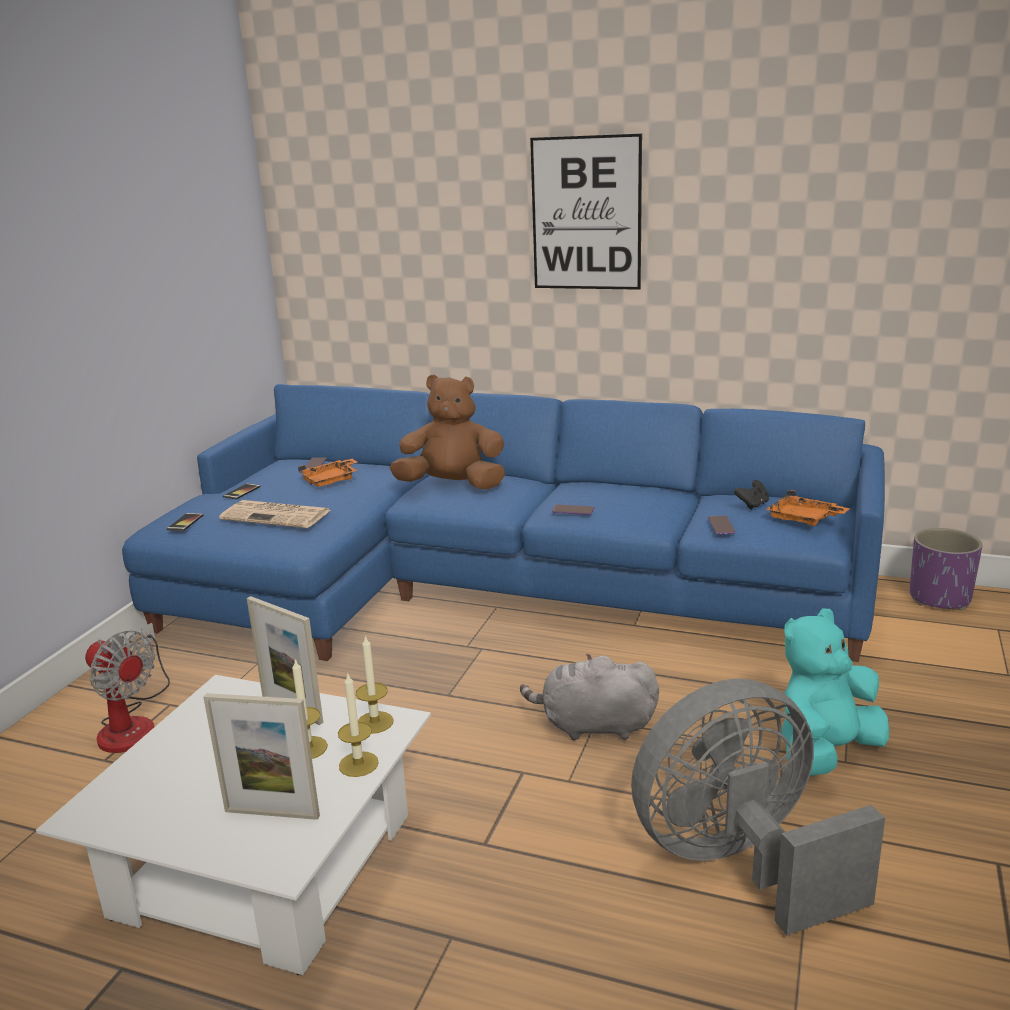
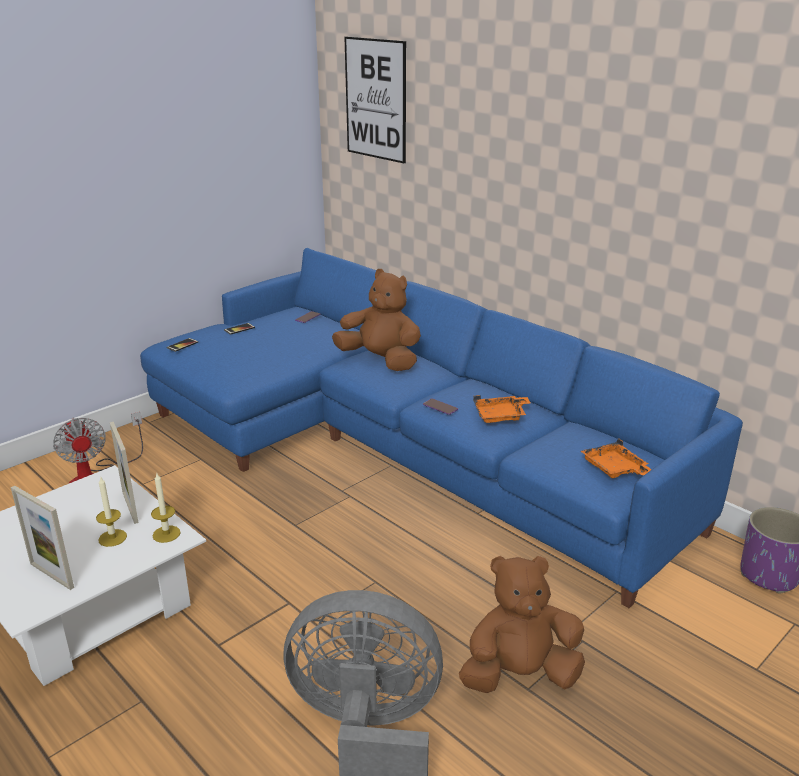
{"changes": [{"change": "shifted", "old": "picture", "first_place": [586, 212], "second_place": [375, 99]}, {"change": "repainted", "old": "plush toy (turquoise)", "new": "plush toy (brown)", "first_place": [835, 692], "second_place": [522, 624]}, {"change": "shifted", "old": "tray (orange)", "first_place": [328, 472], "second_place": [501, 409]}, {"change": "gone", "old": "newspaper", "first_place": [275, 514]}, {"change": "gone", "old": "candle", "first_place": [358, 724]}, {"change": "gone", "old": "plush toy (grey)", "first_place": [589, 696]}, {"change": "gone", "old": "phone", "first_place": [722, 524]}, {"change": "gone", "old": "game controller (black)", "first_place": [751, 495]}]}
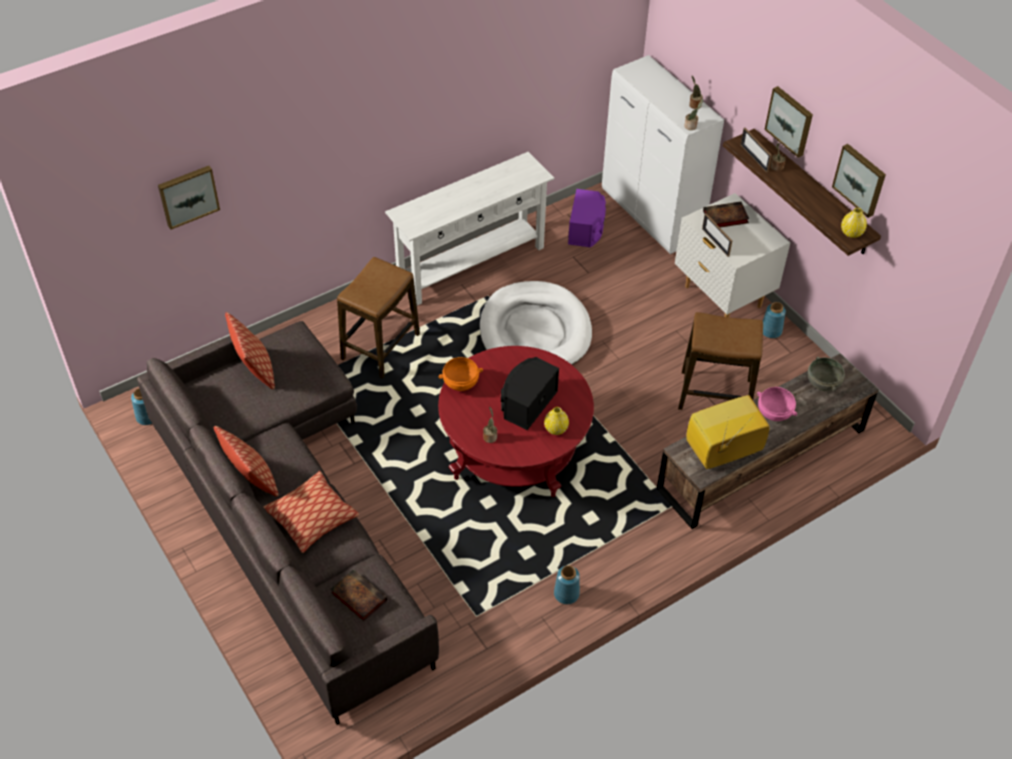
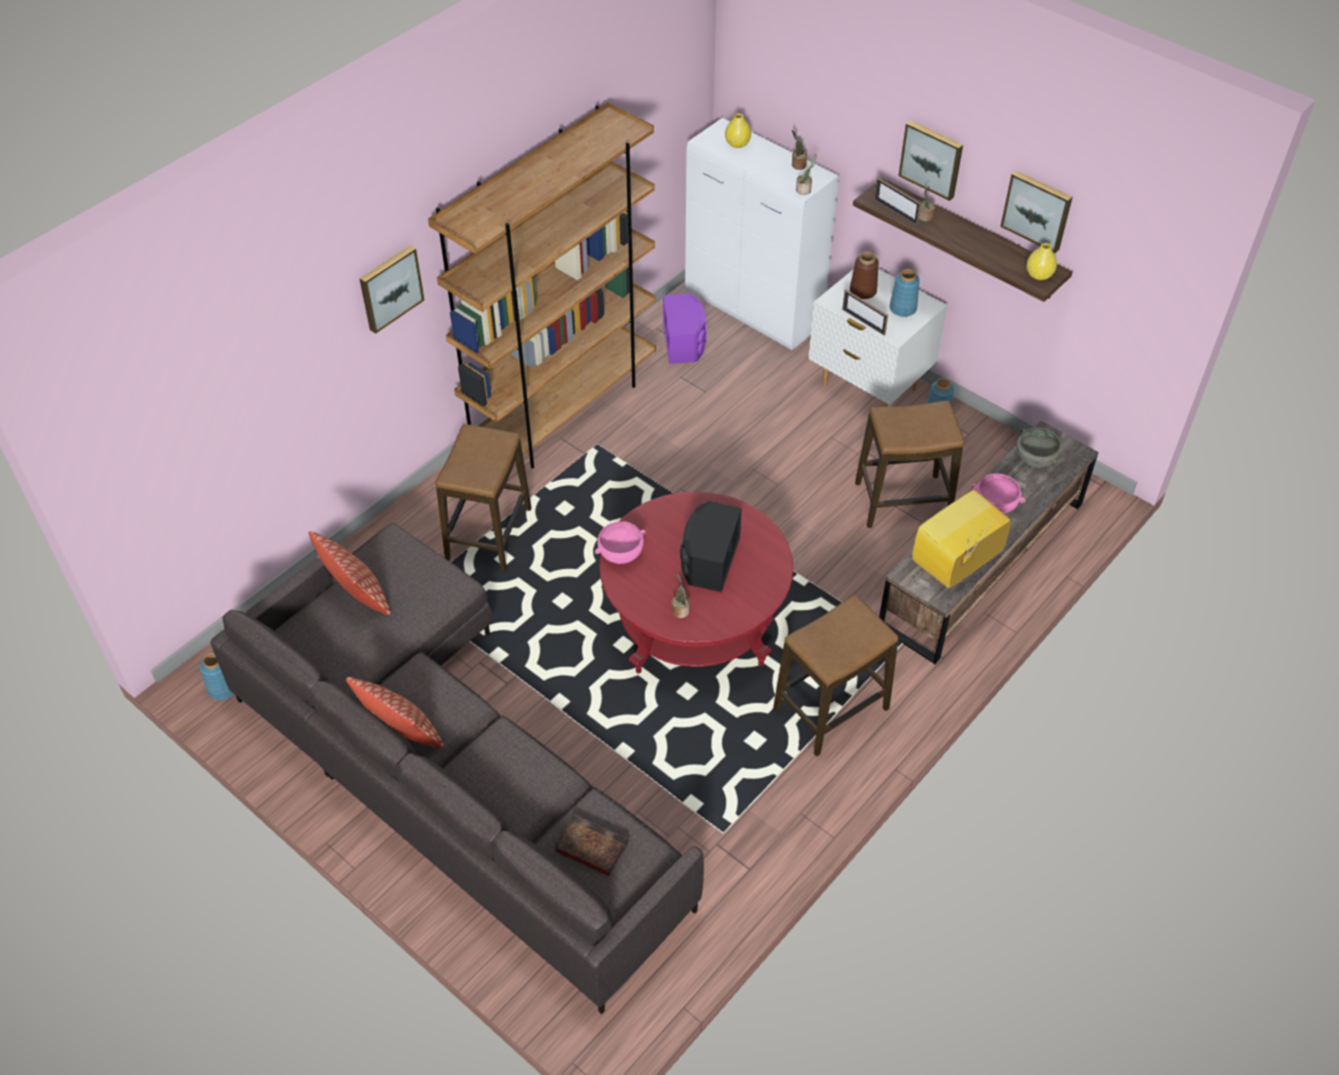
{"changes": [{"change": "shifted", "old": "picture", "first_place": [189, 198], "second_place": [391, 289]}, {"change": "swapped", "old": "console table (white)", "new": "bookcase (brown)", "first_place": [469, 228], "second_place": [542, 285]}, {"change": "repainted", "old": "bowl (orange)", "new": "bowl (pink)", "first_place": [460, 374], "second_place": [620, 542]}, {"change": "shifted", "old": "vase (yellow)", "first_place": [556, 421], "second_place": [738, 130]}, {"change": "new", "new": "stool", "second_place": [835, 676]}, {"change": "swapped", "old": "book", "new": "vase (brown)", "first_place": [726, 214], "second_place": [864, 275]}, {"change": "shifted", "old": "vase (blue)", "first_place": [567, 584], "second_place": [905, 293]}, {"change": "gone", "old": "pillow", "first_place": [311, 512]}, {"change": "gone", "old": "dog bed (white)", "first_place": [536, 323]}]}
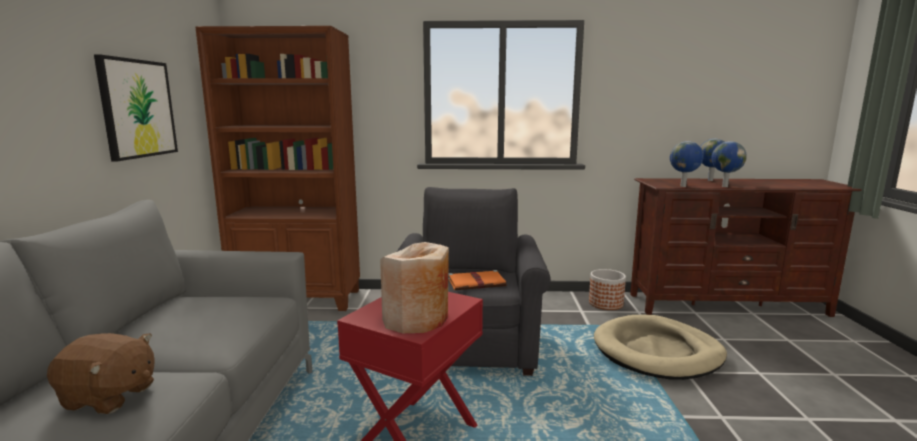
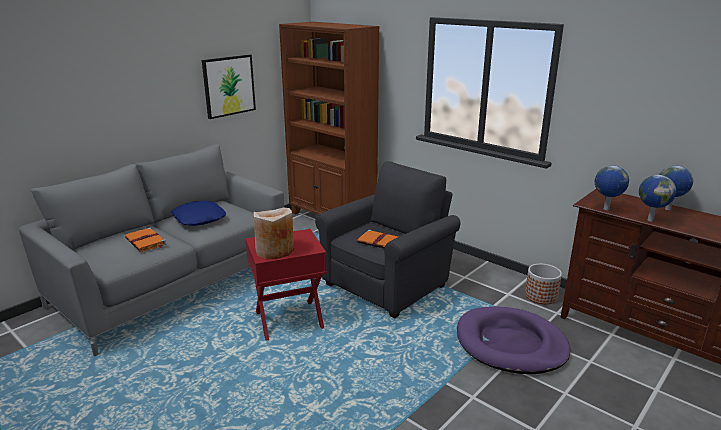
{"changes": [{"change": "swapped", "old": "plush toy (brown)", "new": "book (orange)", "first_place": [101, 373], "second_place": [146, 239]}, {"change": "new", "new": "pillow (blue)", "second_place": [198, 213]}, {"change": "repainted", "old": "dog bed (beige)", "new": "dog bed (purple)", "first_place": [660, 347], "second_place": [513, 340]}]}
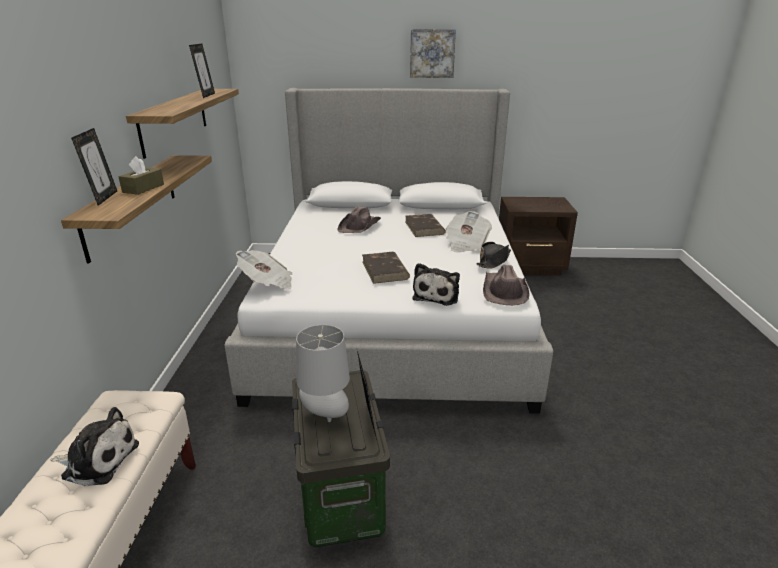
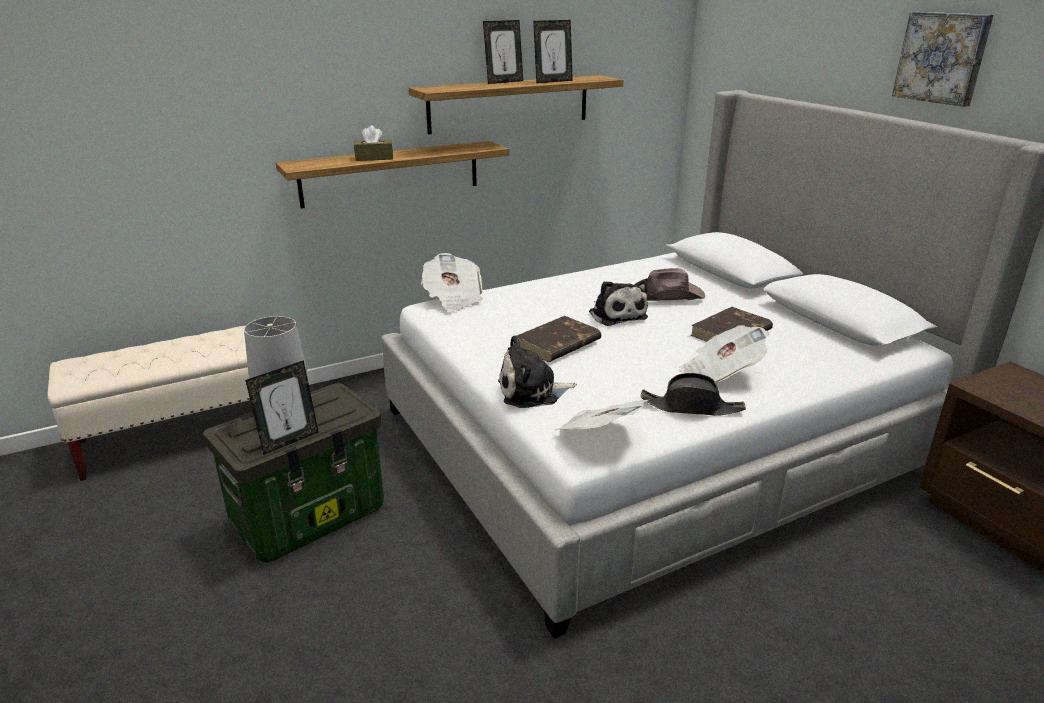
{"changes": [{"change": "shifted", "old": "picture frame", "first_place": [94, 167], "second_place": [503, 52]}, {"change": "swapped", "old": "hat (brown)", "new": "newspaper", "first_place": [506, 285], "second_place": [601, 415]}, {"change": "shifted", "old": "plush toy", "first_place": [95, 446], "second_place": [618, 303]}]}
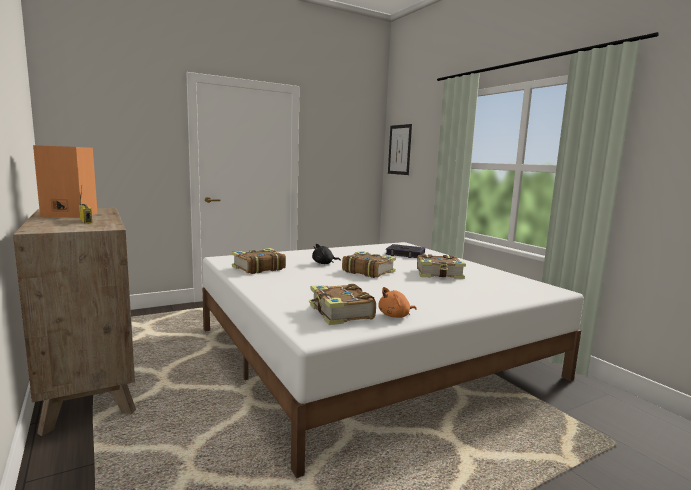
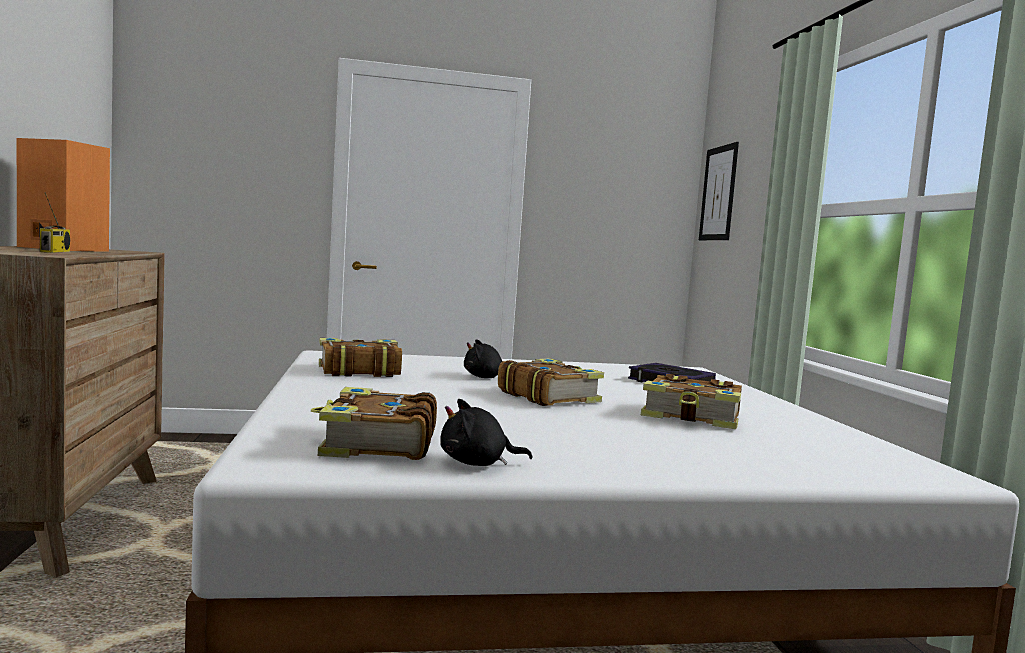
{"changes": [{"change": "repainted", "old": "plush toy (orange)", "new": "plush toy (black)", "first_place": [397, 302], "second_place": [486, 432]}]}
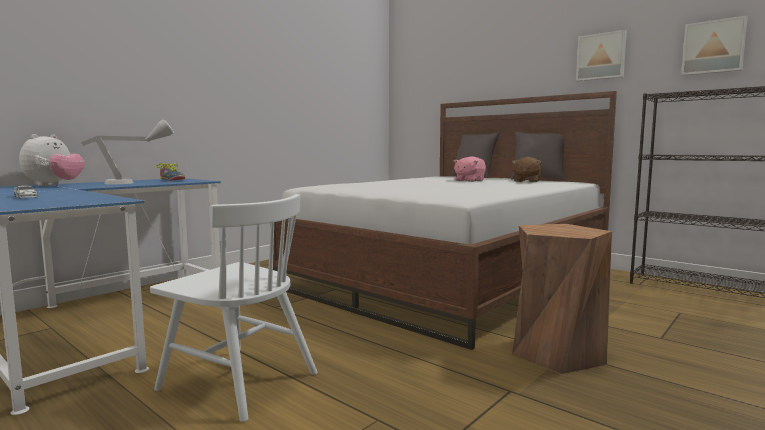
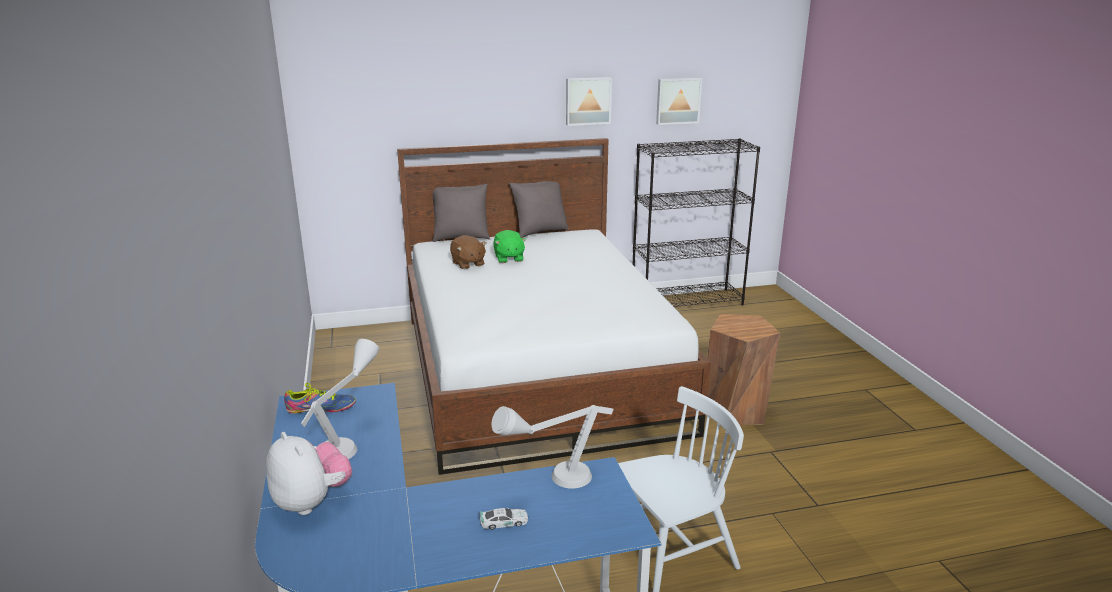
{"changes": [{"change": "shifted", "old": "plush toy (brown)", "first_place": [527, 170], "second_place": [468, 252]}, {"change": "new", "new": "table lamp (grey)", "second_place": [553, 447]}, {"change": "repainted", "old": "plush toy (pink)", "new": "plush toy (green)", "first_place": [470, 169], "second_place": [509, 246]}]}
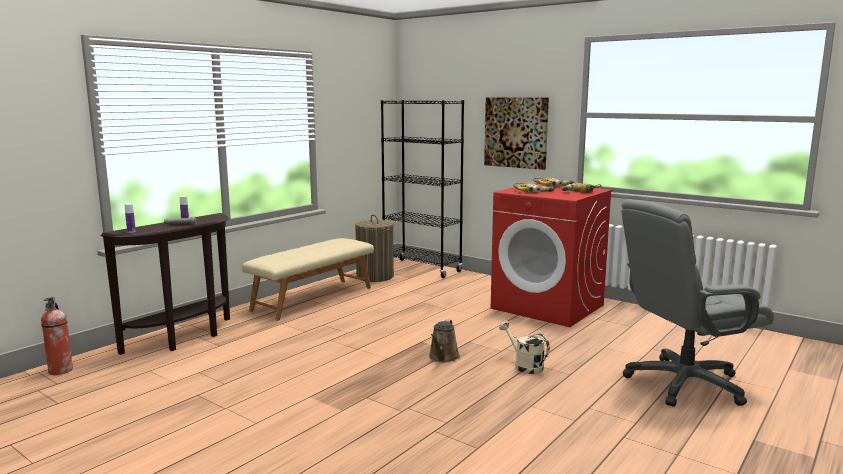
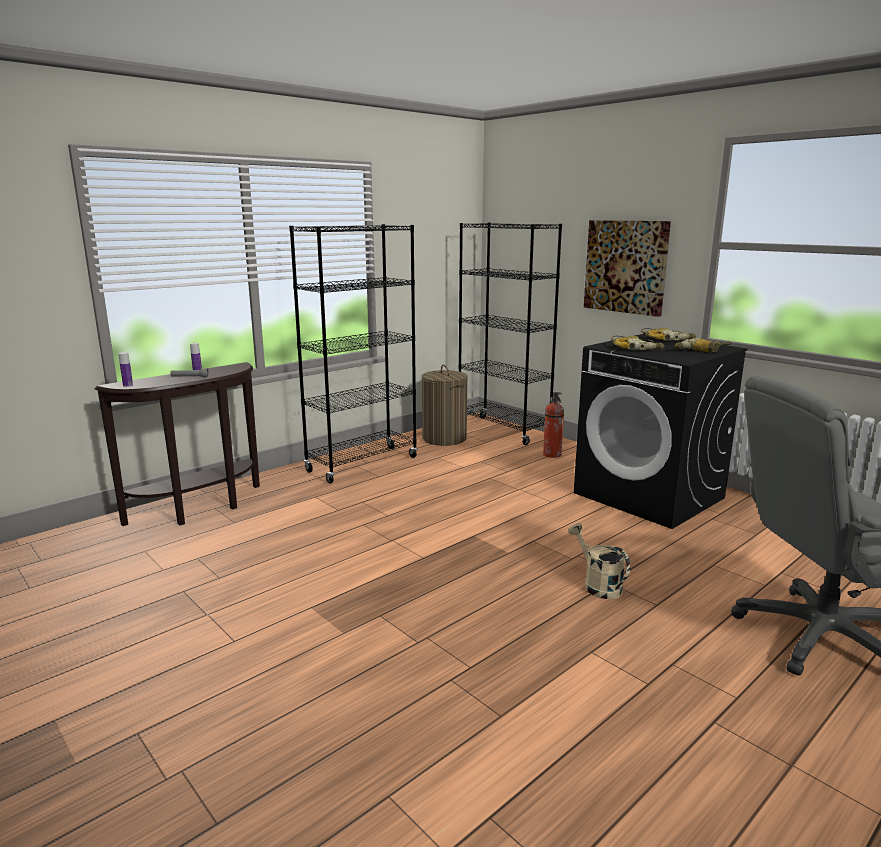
{"changes": [{"change": "swapped", "old": "bench (beige)", "new": "bookcase (black)", "first_place": [308, 279], "second_place": [353, 353]}, {"change": "shifted", "old": "fire extinguisher", "first_place": [57, 336], "second_place": [553, 425]}, {"change": "repainted", "old": "washing machine (red)", "new": "washing machine (black)", "first_place": [551, 255], "second_place": [661, 431]}, {"change": "gone", "old": "watering can (brown)", "first_place": [444, 341]}]}
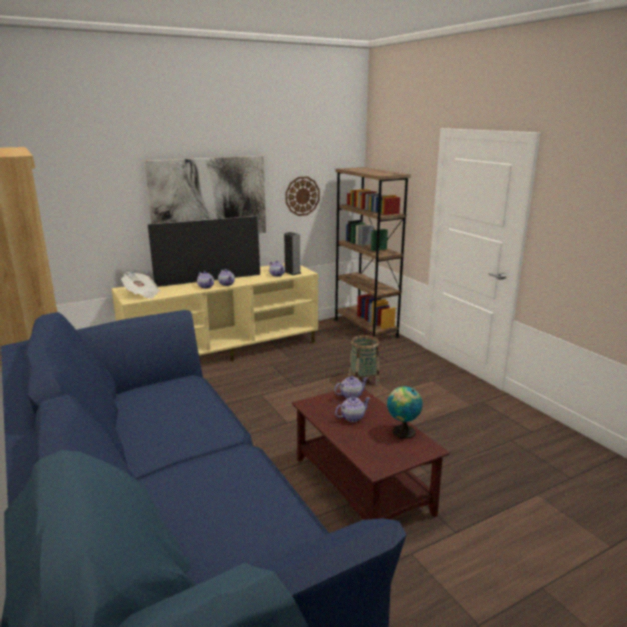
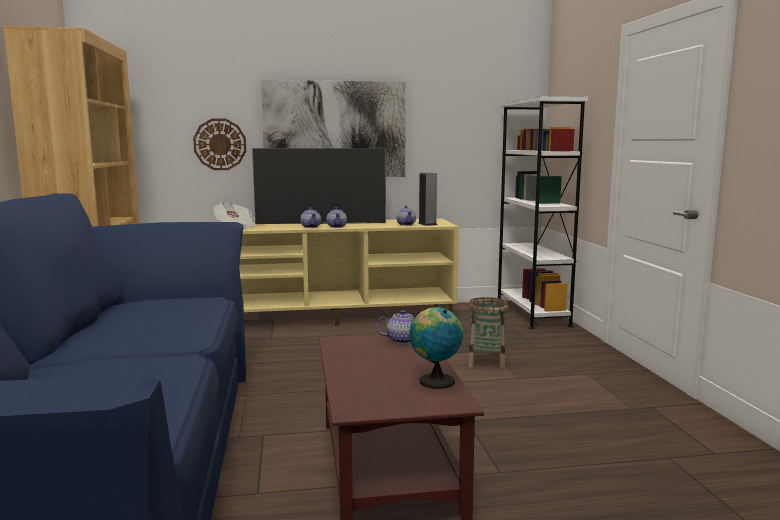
{"changes": [{"change": "shifted", "old": "wall clock", "first_place": [302, 196], "second_place": [219, 144]}, {"change": "repainted", "old": "bookcase (brown)", "new": "bookcase (white)", "first_place": [372, 252], "second_place": [543, 212]}, {"change": "gone", "old": "teapot", "first_place": [352, 409]}]}
